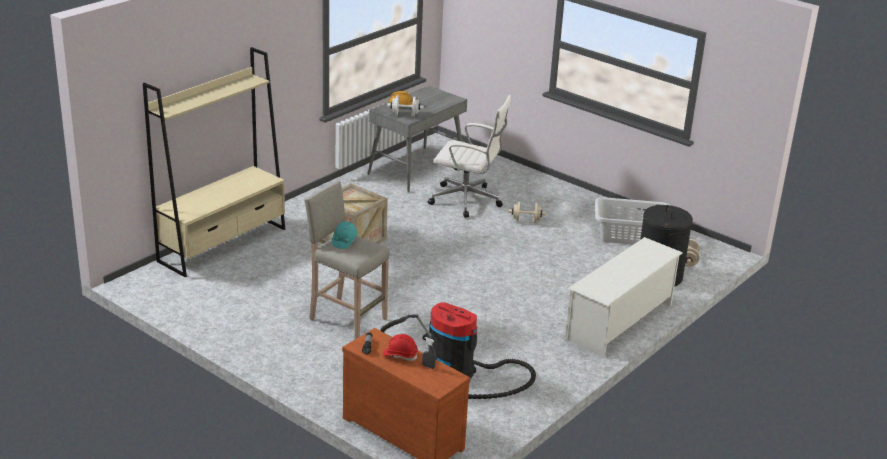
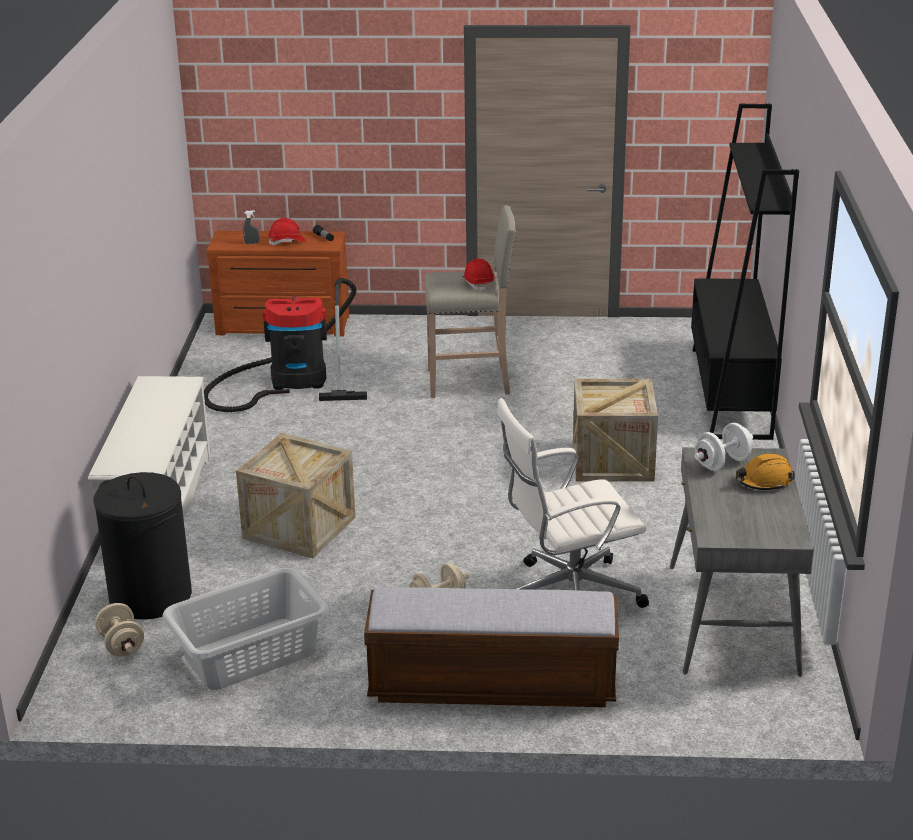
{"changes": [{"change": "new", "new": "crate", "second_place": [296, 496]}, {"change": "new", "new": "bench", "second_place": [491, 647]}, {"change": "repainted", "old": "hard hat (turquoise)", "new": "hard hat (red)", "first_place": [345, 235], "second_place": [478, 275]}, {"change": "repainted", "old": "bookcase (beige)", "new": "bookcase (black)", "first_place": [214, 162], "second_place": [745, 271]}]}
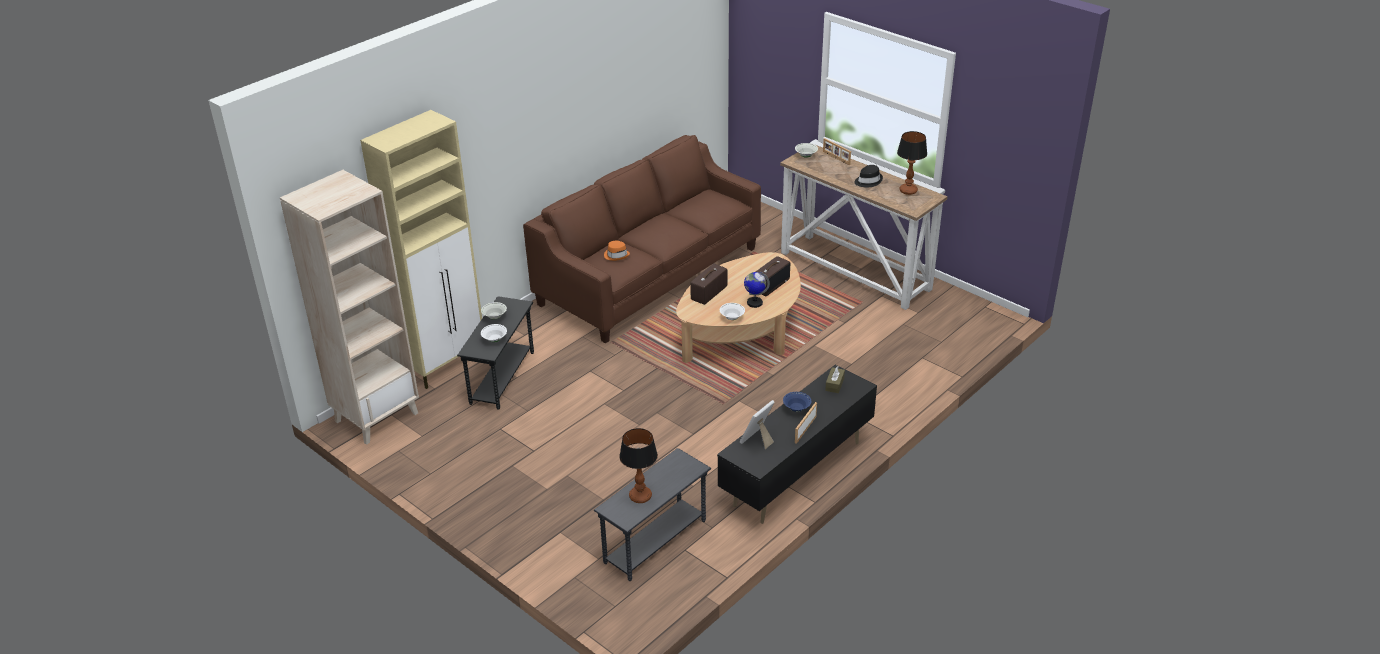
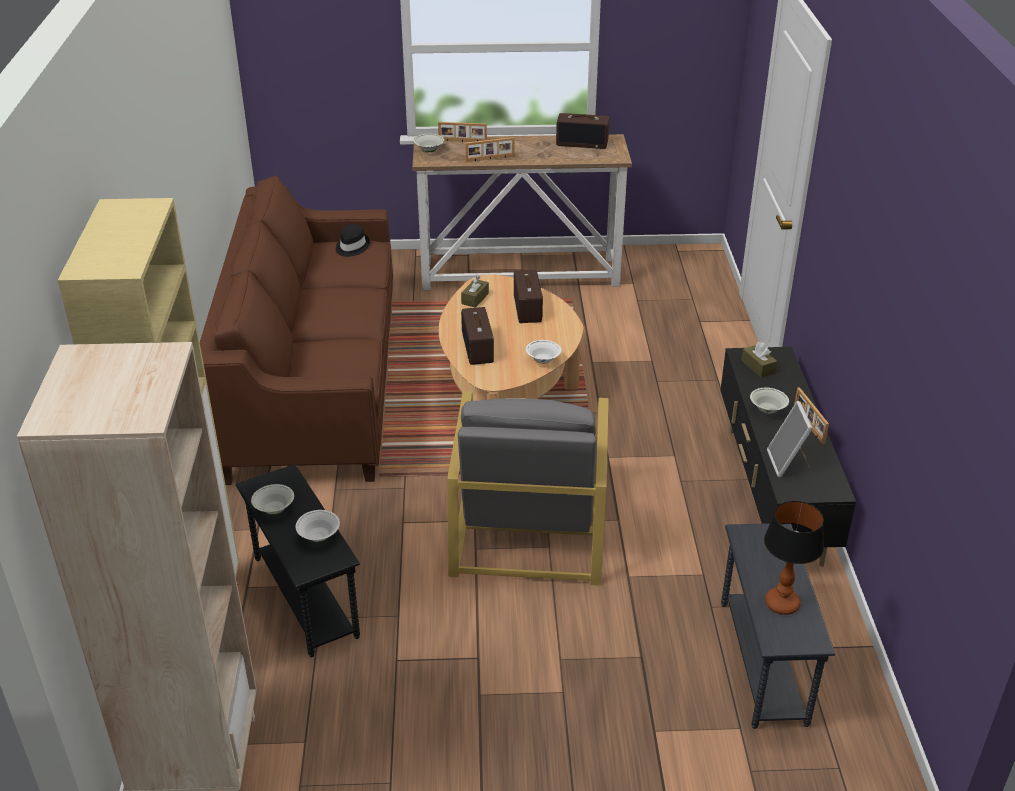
{"changes": [{"change": "shifted", "old": "hat (black)", "first_place": [869, 176], "second_place": [353, 240]}, {"change": "new", "new": "armchair (grey)", "second_place": [528, 488]}, {"change": "new", "new": "tissue box (brown)", "second_place": [475, 292]}, {"change": "new", "new": "picture frame", "second_place": [489, 149]}, {"change": "swapped", "old": "table lamp", "new": "radio", "first_place": [912, 163], "second_place": [582, 131]}, {"change": "repainted", "old": "bowl (blue)", "new": "bowl (white)", "first_place": [797, 402], "second_place": [769, 401]}, {"change": "gone", "old": "hat (orange)", "first_place": [617, 251]}, {"change": "gone", "old": "globe", "first_place": [757, 290]}]}
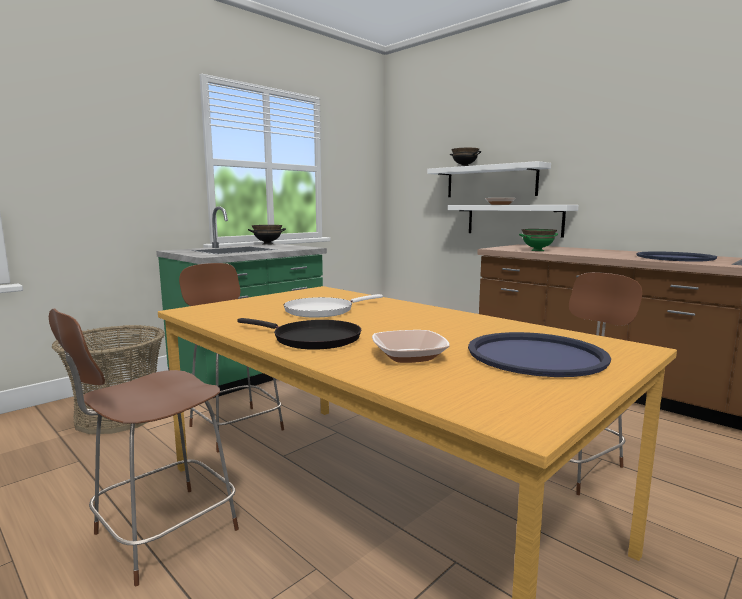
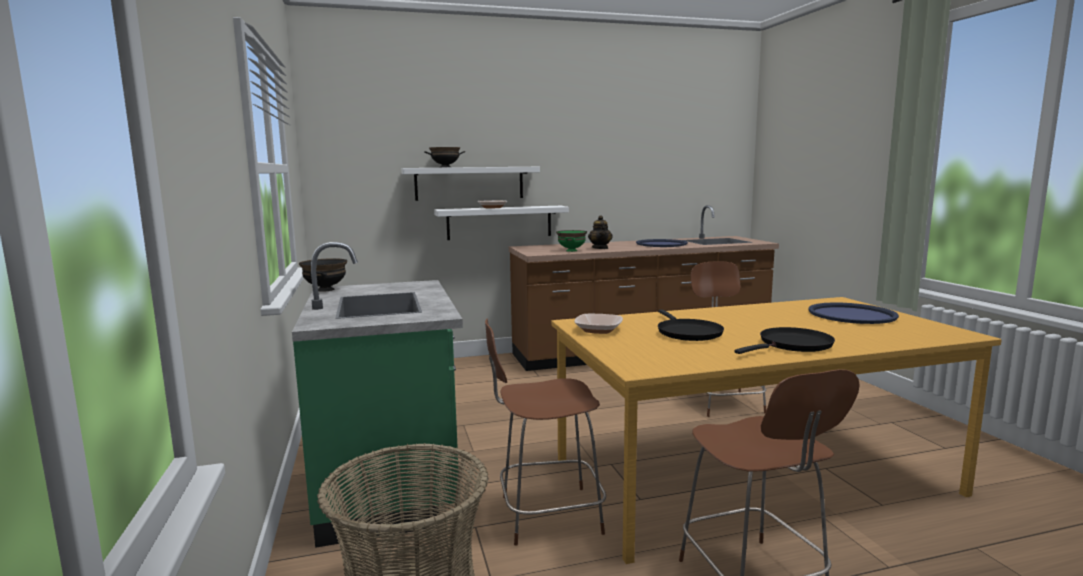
{"changes": [{"change": "shifted", "old": "bowl", "first_place": [411, 346], "second_place": [598, 324]}, {"change": "new", "new": "teapot", "second_place": [600, 232]}, {"change": "repainted", "old": "frying pan (white)", "new": "frying pan (black)", "first_place": [333, 305], "second_place": [691, 325]}]}
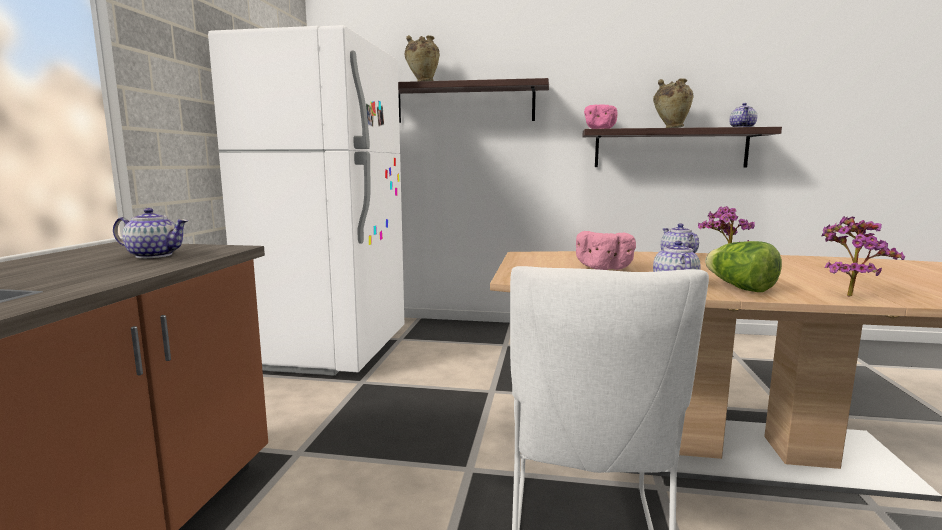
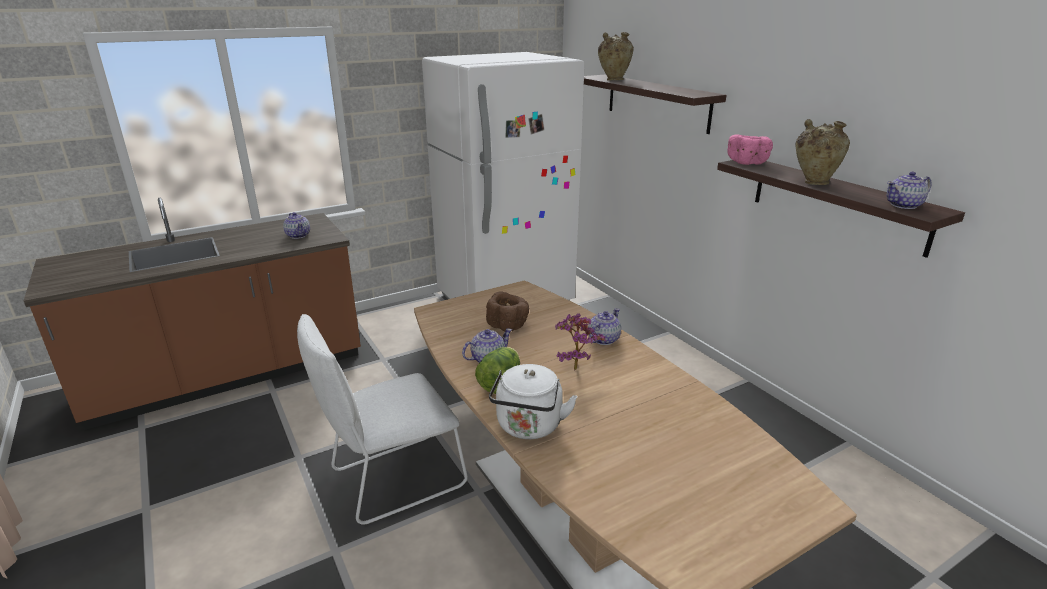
{"changes": [{"change": "repainted", "old": "bowl (pink)", "new": "bowl (brown)", "first_place": [606, 250], "second_place": [507, 311]}, {"change": "swapped", "old": "potted plant", "new": "kettle (white)", "first_place": [863, 256], "second_place": [533, 401]}]}
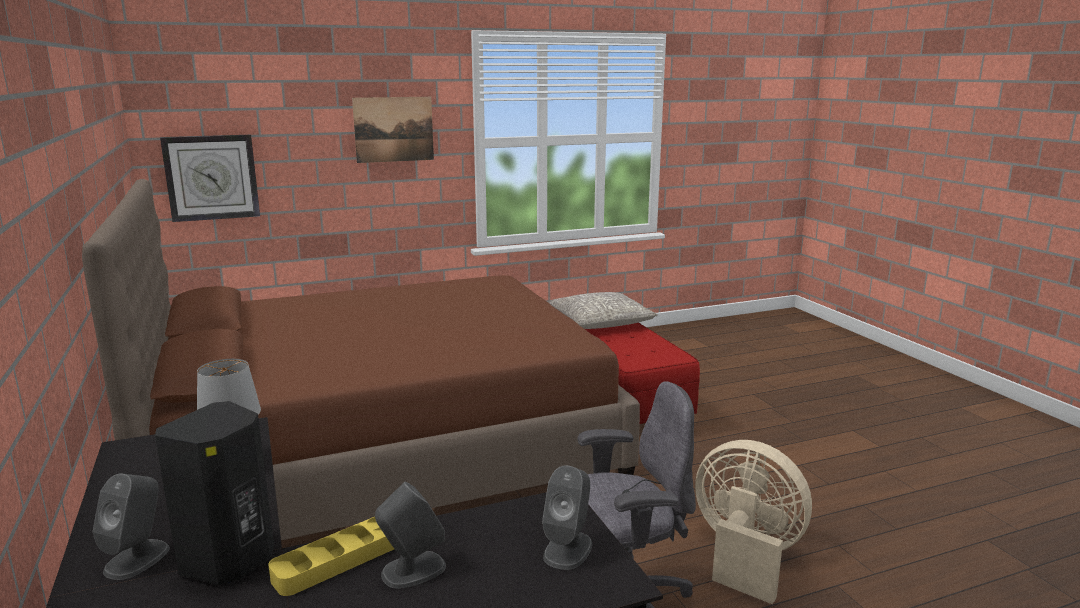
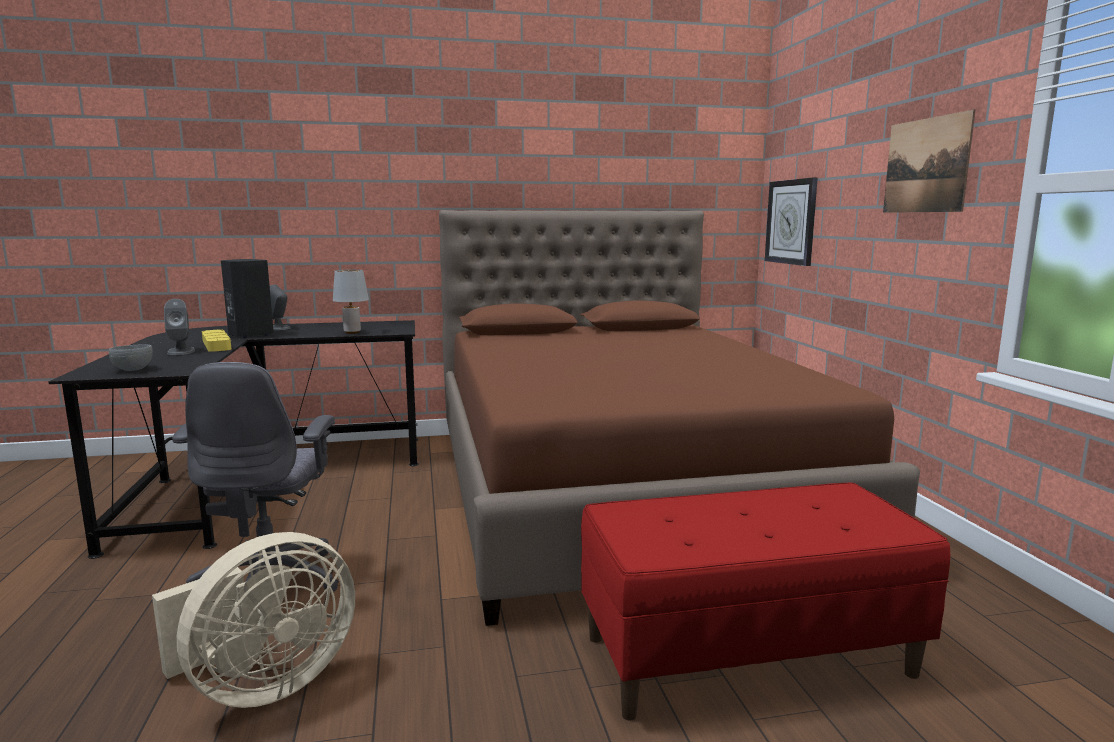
{"changes": [{"change": "swapped", "old": "speaker (grey)", "new": "bowl (grey)", "first_place": [567, 517], "second_place": [131, 357]}, {"change": "gone", "old": "pillow (grey)", "first_place": [603, 310]}]}
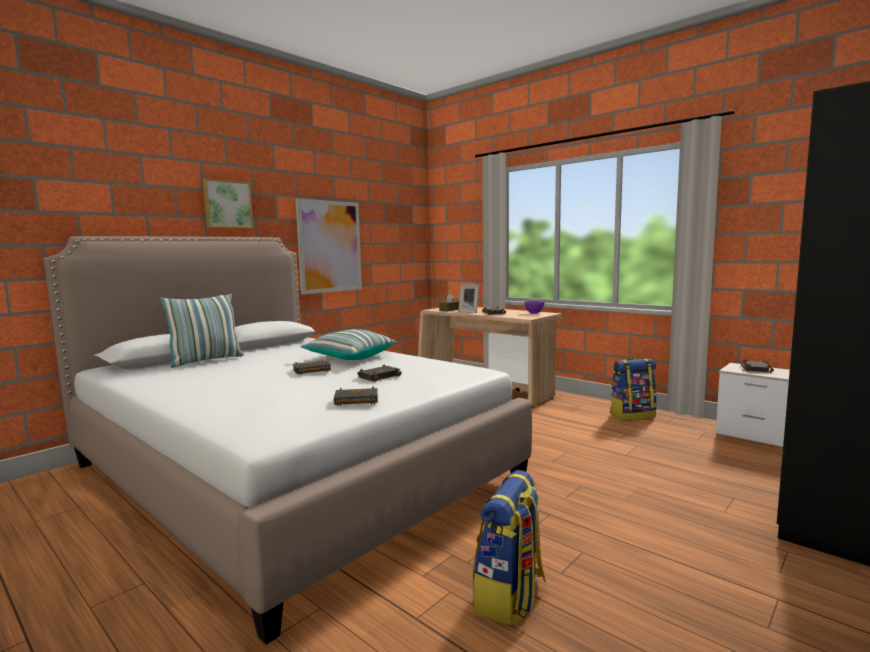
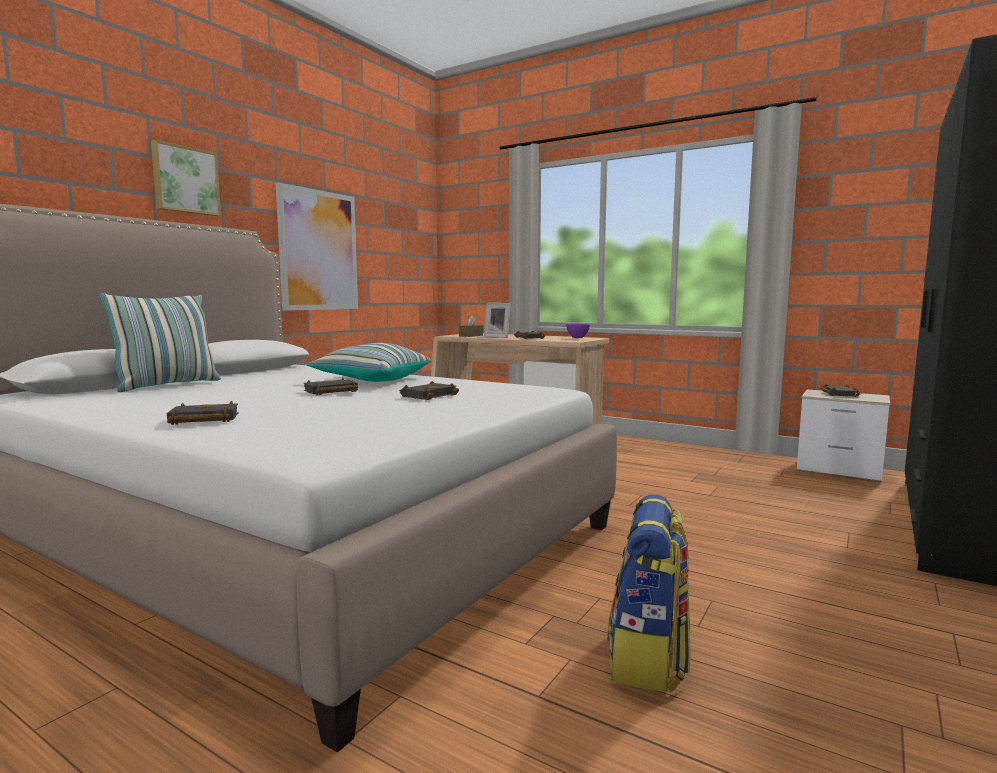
{"changes": [{"change": "shifted", "old": "book (black)", "first_place": [356, 396], "second_place": [203, 413]}, {"change": "gone", "old": "backpack", "first_place": [633, 389]}]}
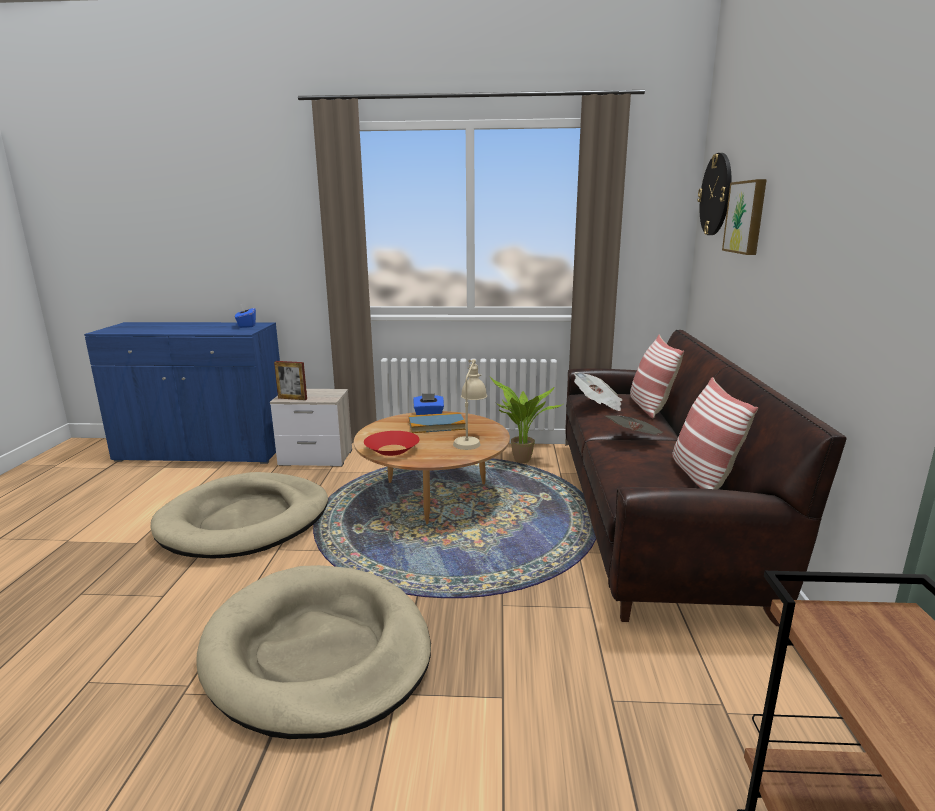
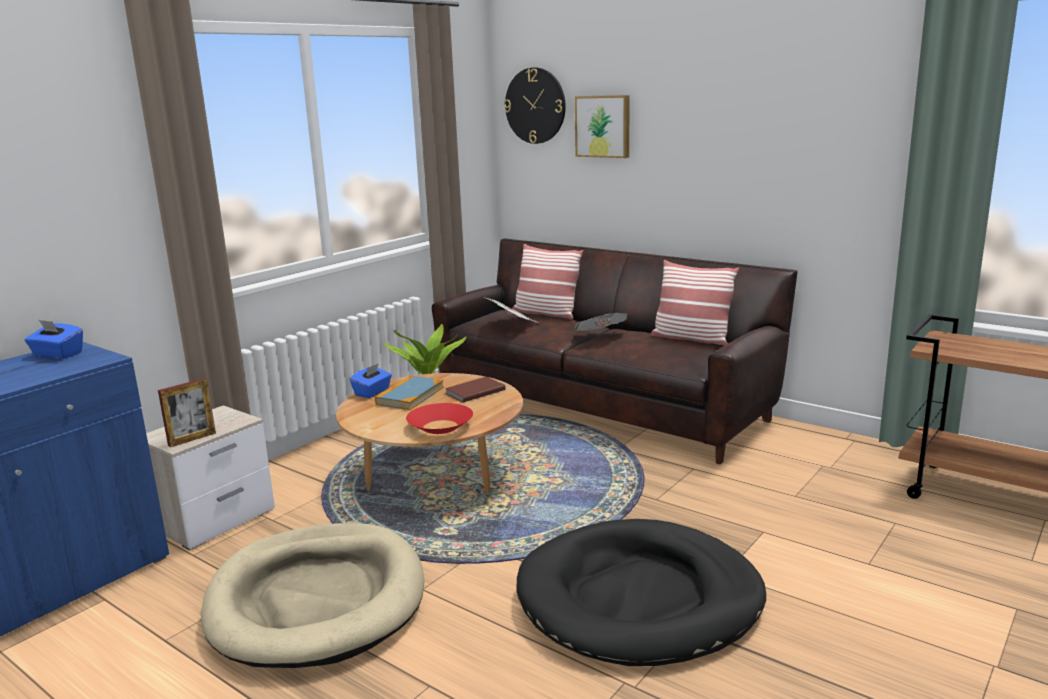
{"changes": [{"change": "swapped", "old": "table lamp (beige)", "new": "book (brown)", "first_place": [470, 404], "second_place": [475, 390]}, {"change": "repainted", "old": "dog bed (beige)", "new": "dog bed (black)", "first_place": [313, 652], "second_place": [641, 592]}]}
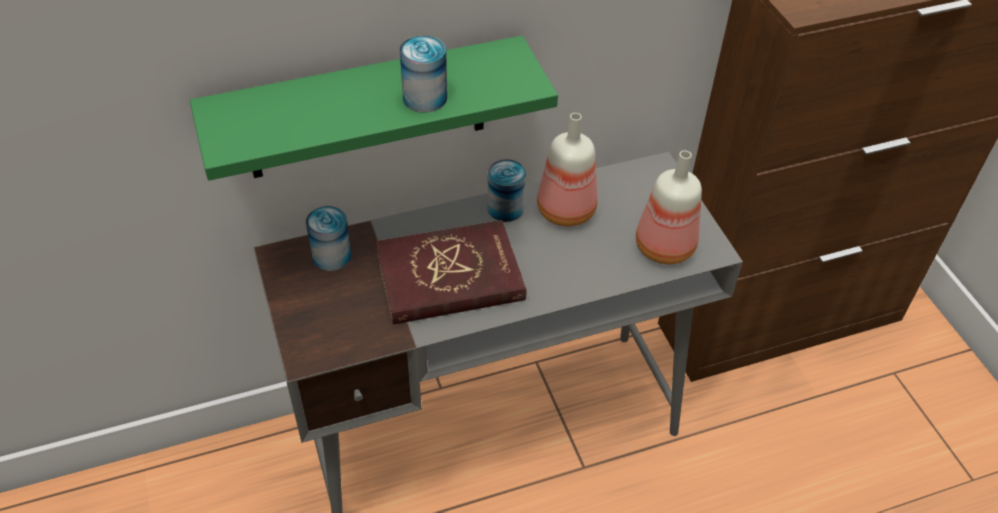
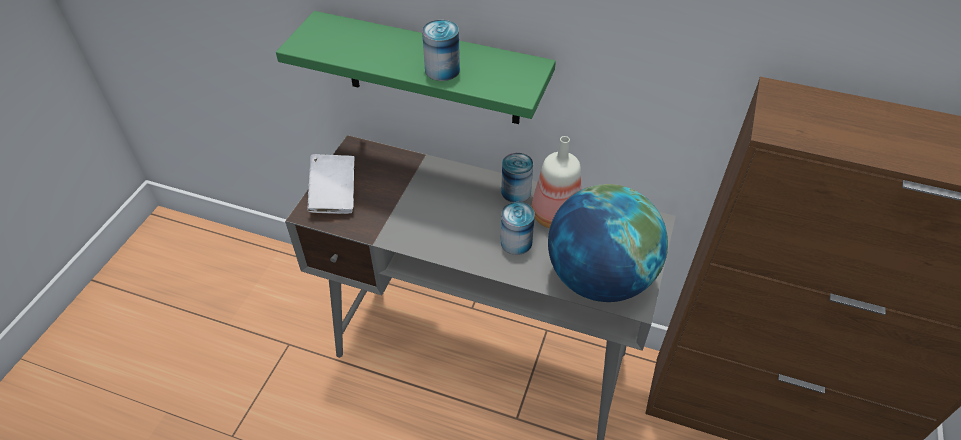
{"changes": [{"change": "new", "new": "book (white)", "second_place": [330, 184]}, {"change": "shifted", "old": "can", "first_place": [328, 238], "second_place": [518, 228]}, {"change": "swapped", "old": "bottle", "new": "globe", "first_place": [669, 207], "second_place": [608, 243]}, {"change": "gone", "old": "book (red)", "first_place": [450, 272]}]}
